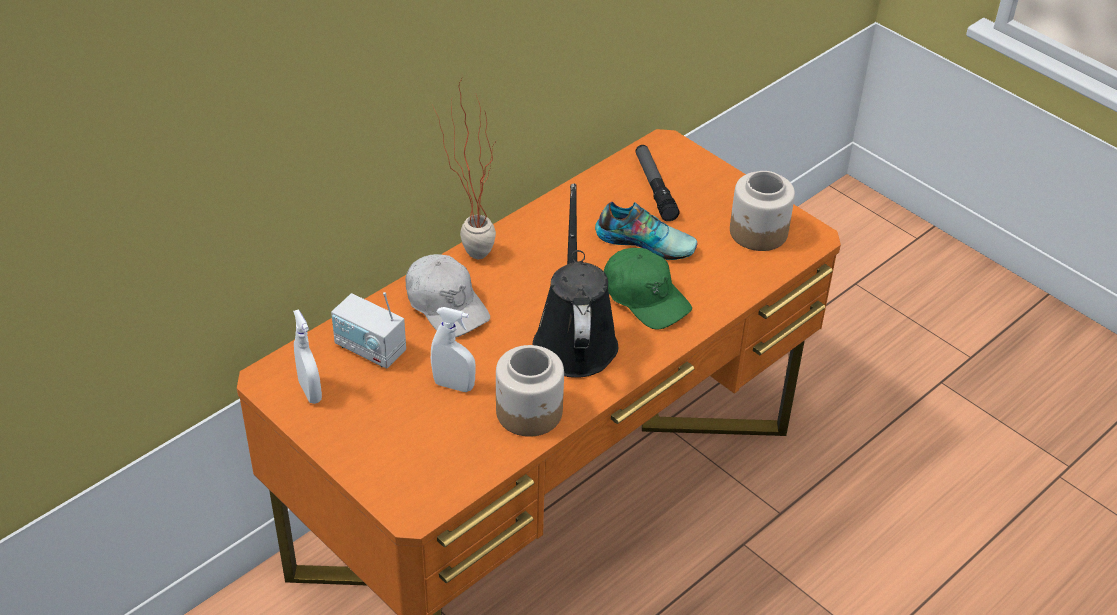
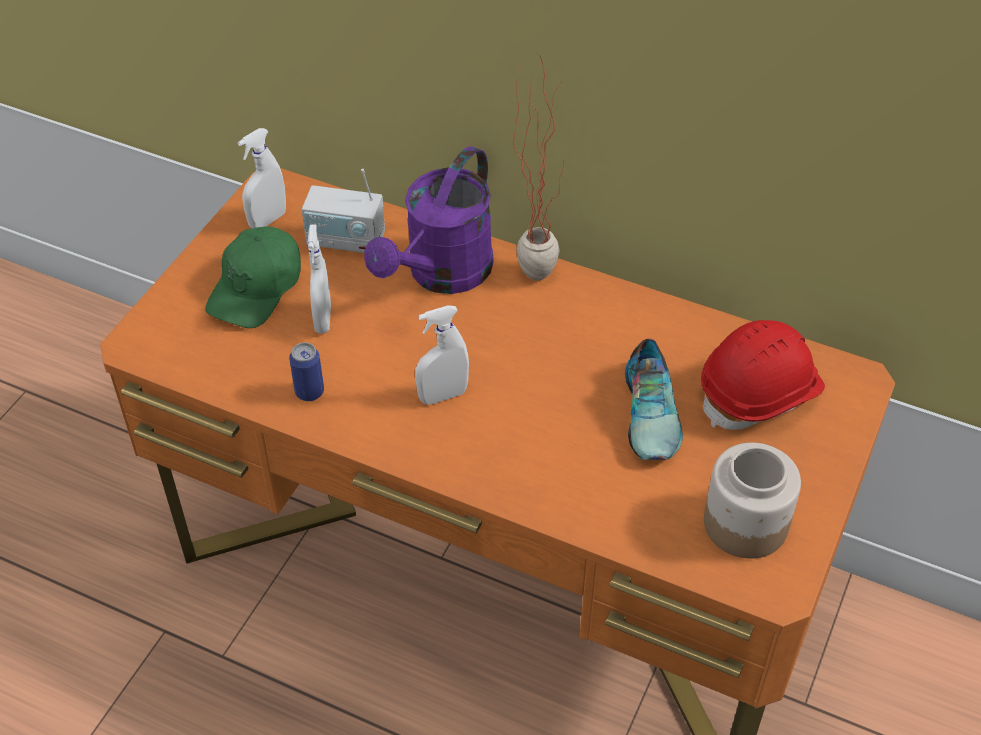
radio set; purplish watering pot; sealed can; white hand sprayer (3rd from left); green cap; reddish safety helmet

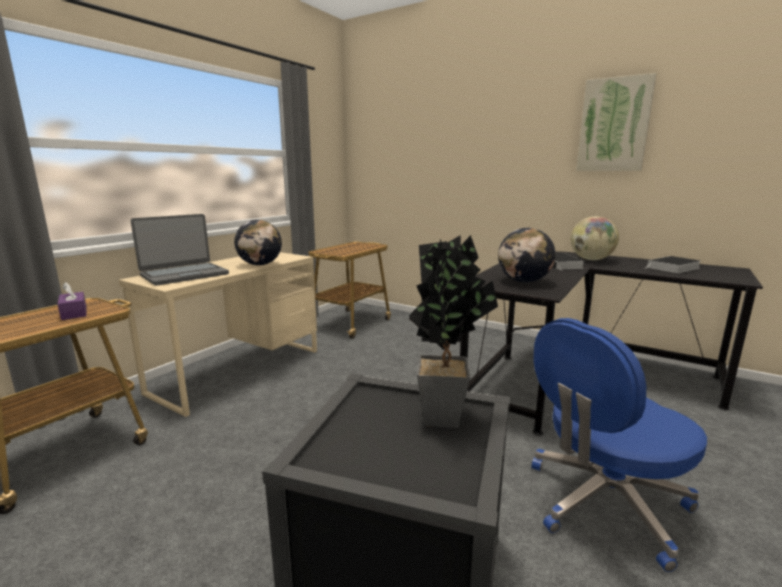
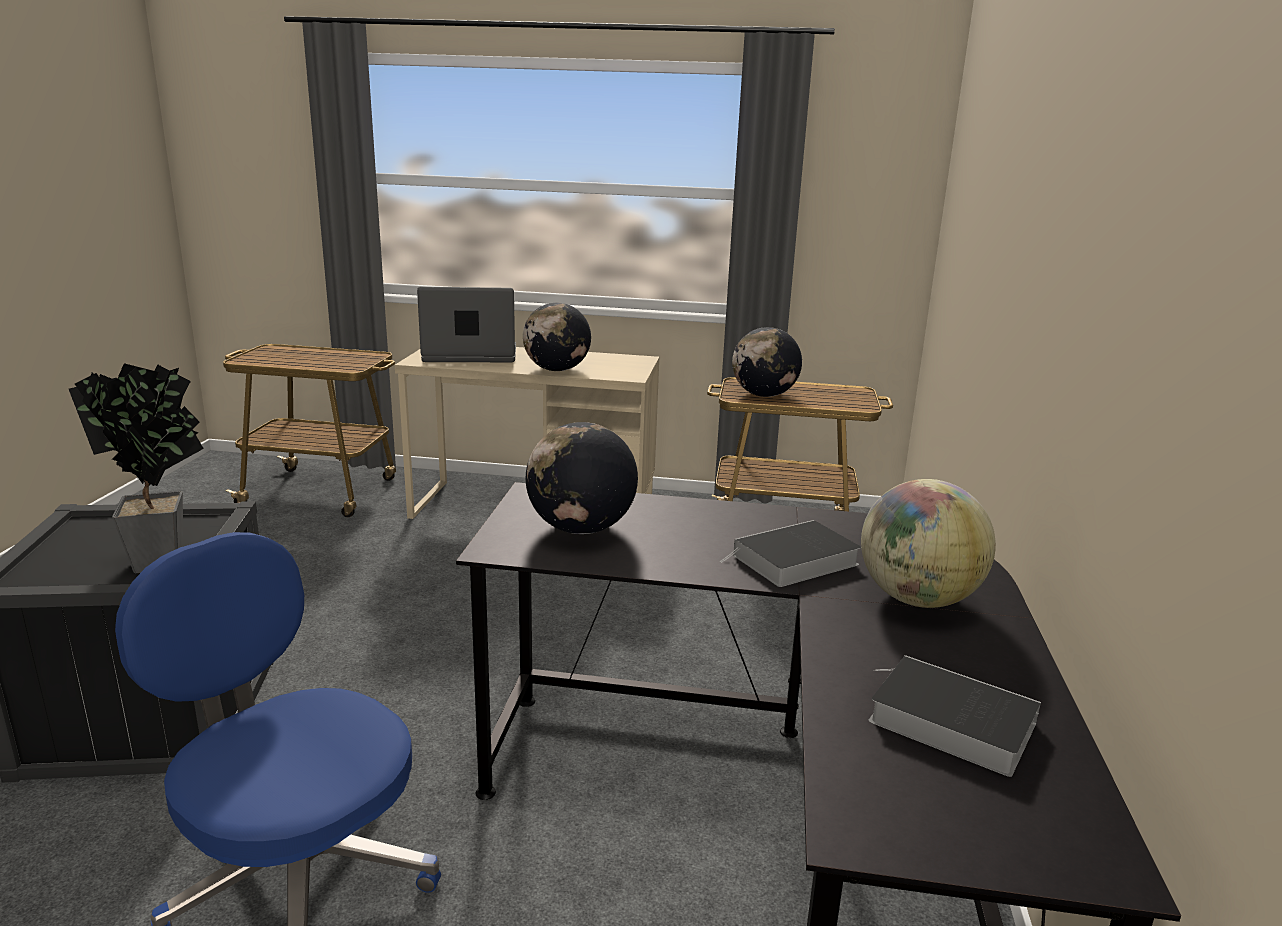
purplish tissue box; laptop; wall art; desk globe (3rd from left)

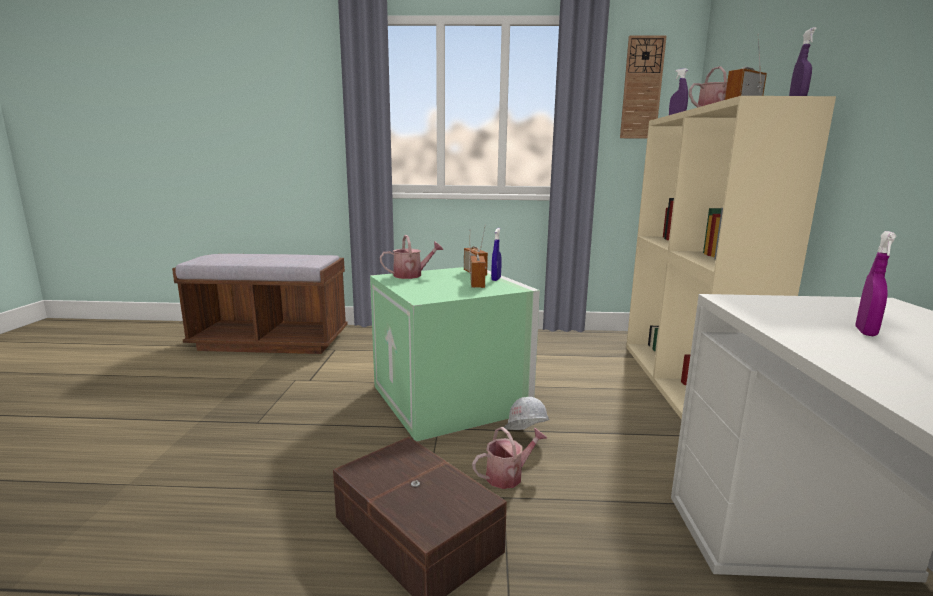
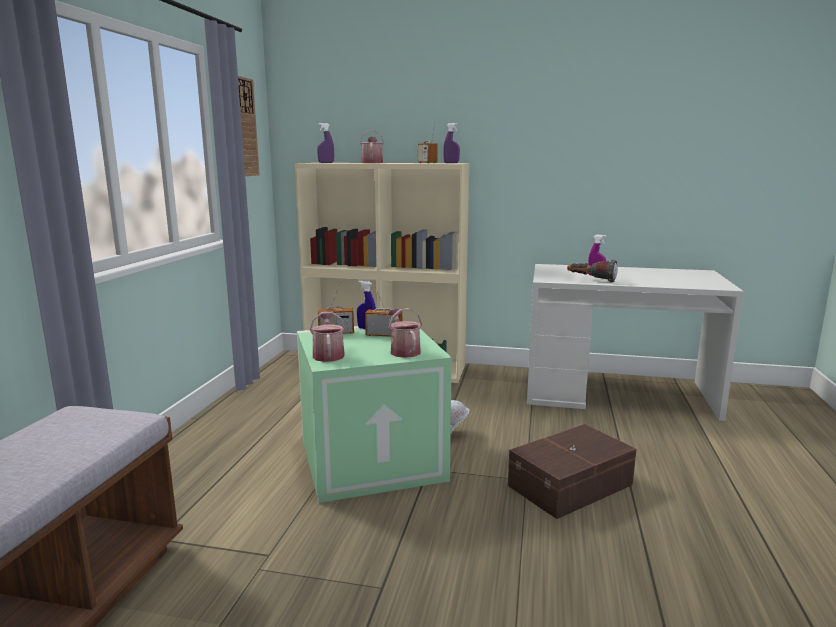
watering pot (3rd from left); hand torch

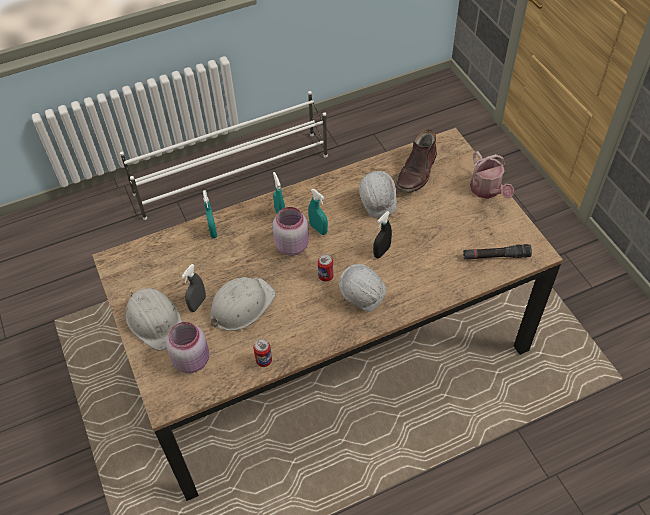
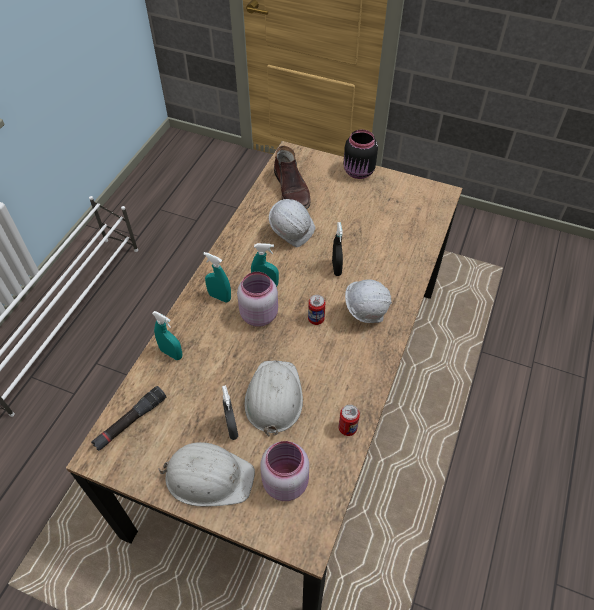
black hand torch; black storage jar

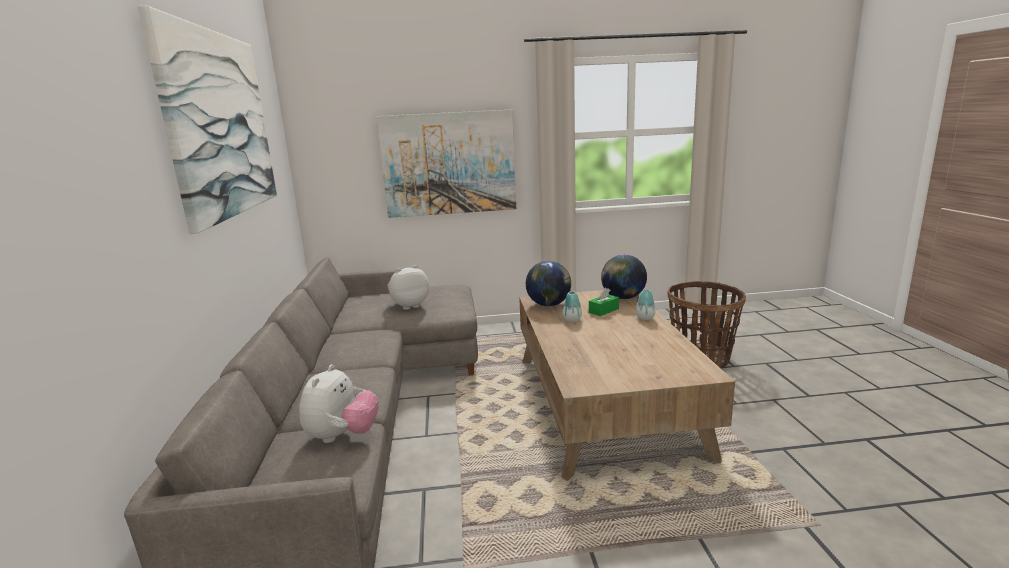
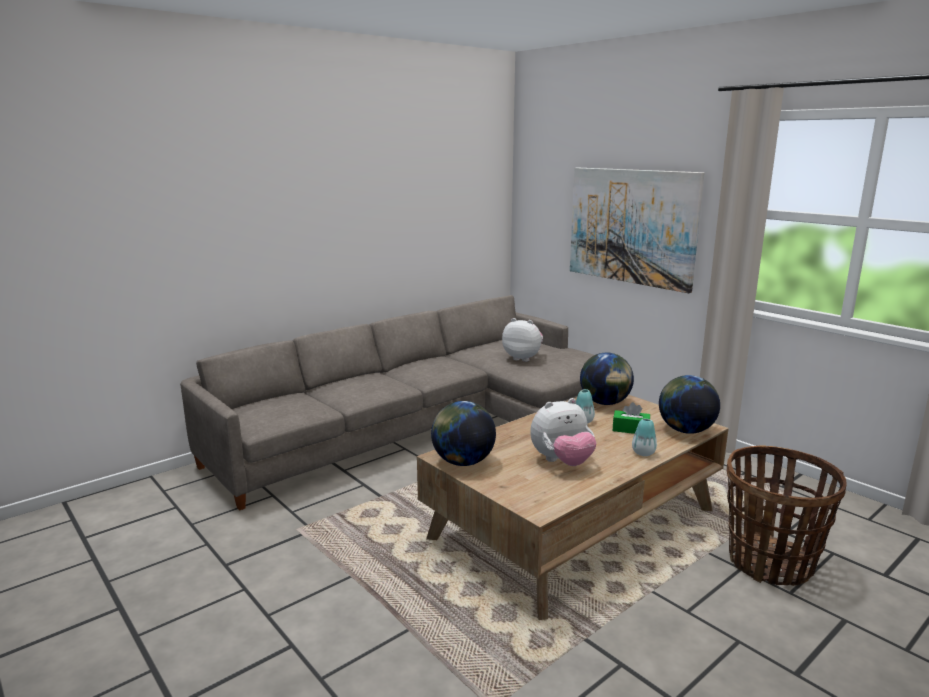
wall art (1st from left in the first image); plush toy (2nd from left); desk globe (1st from left)

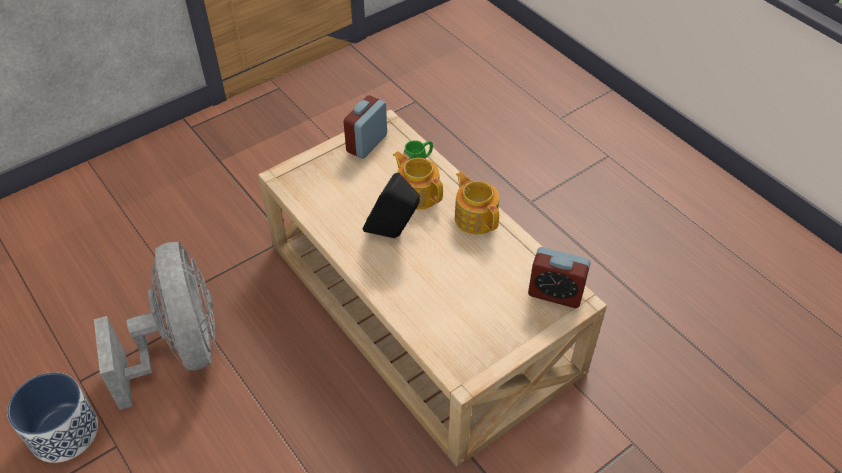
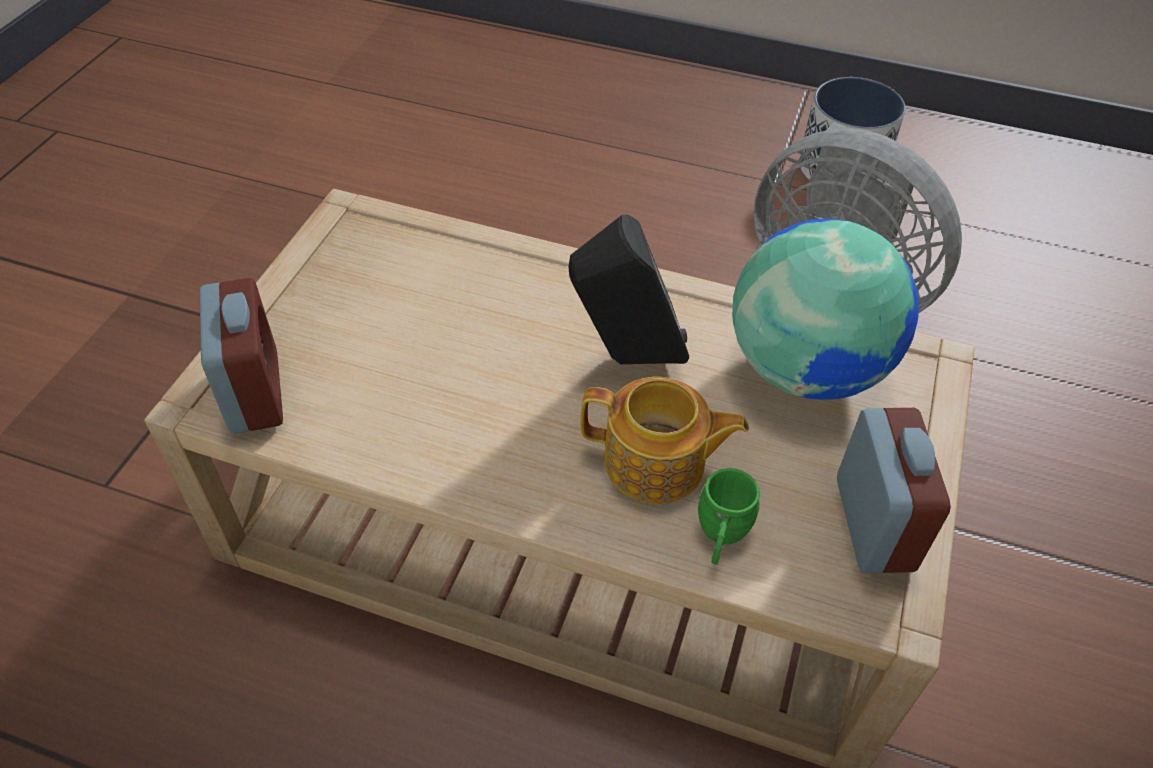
pot for tea (2nd from left in the first image); table clock (1st from left); desk globe

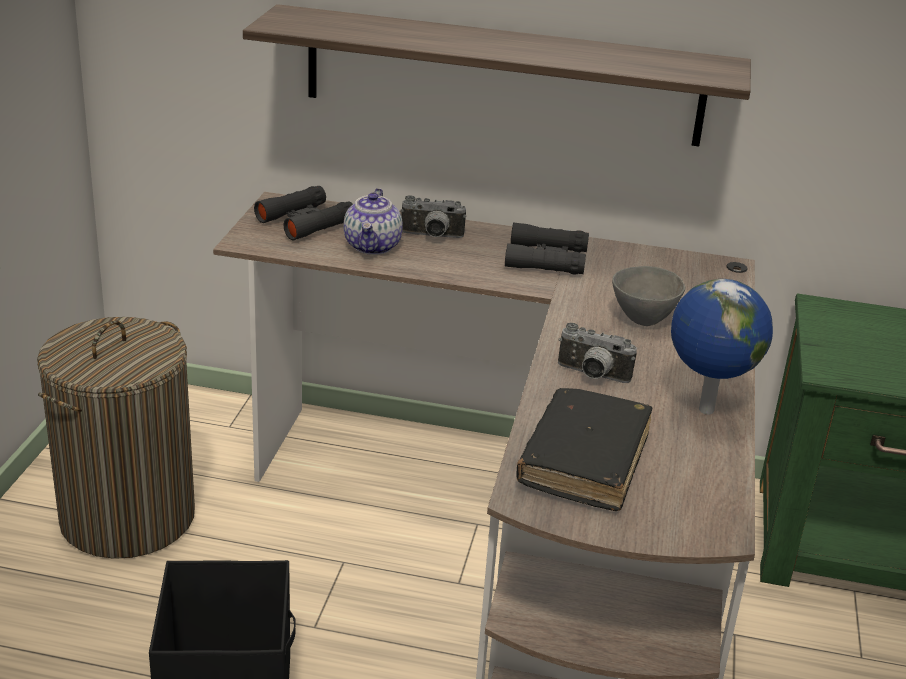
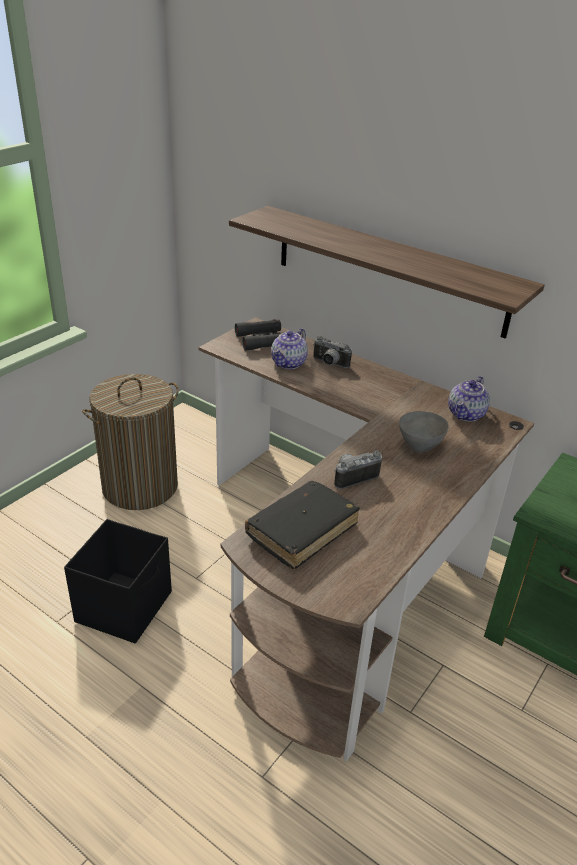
black field glasses (2nd from left in the first image); photo camera (2nd from left); desk globe; pot for tea (2nd from left)

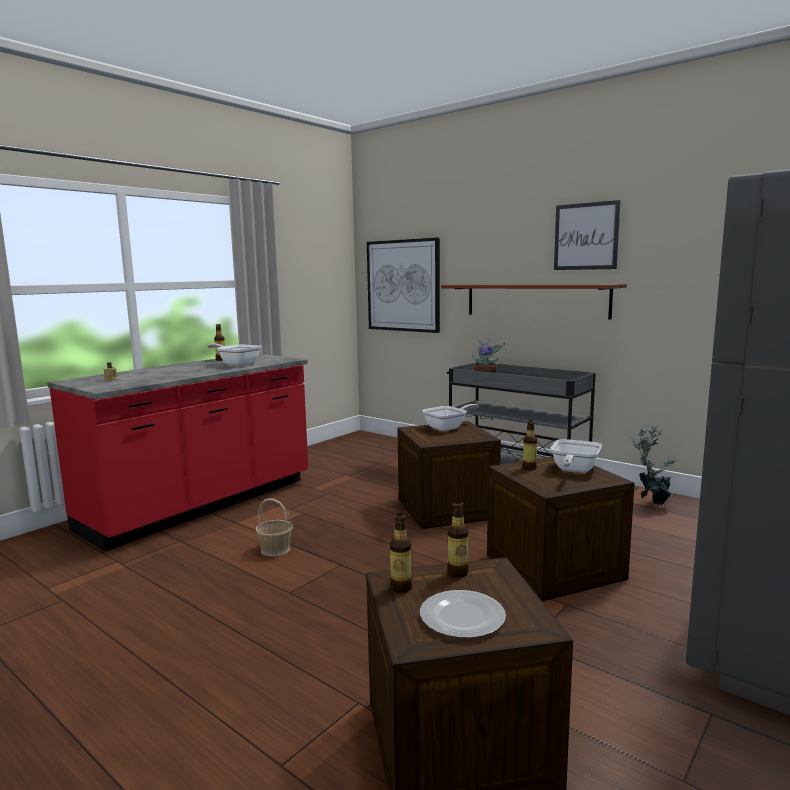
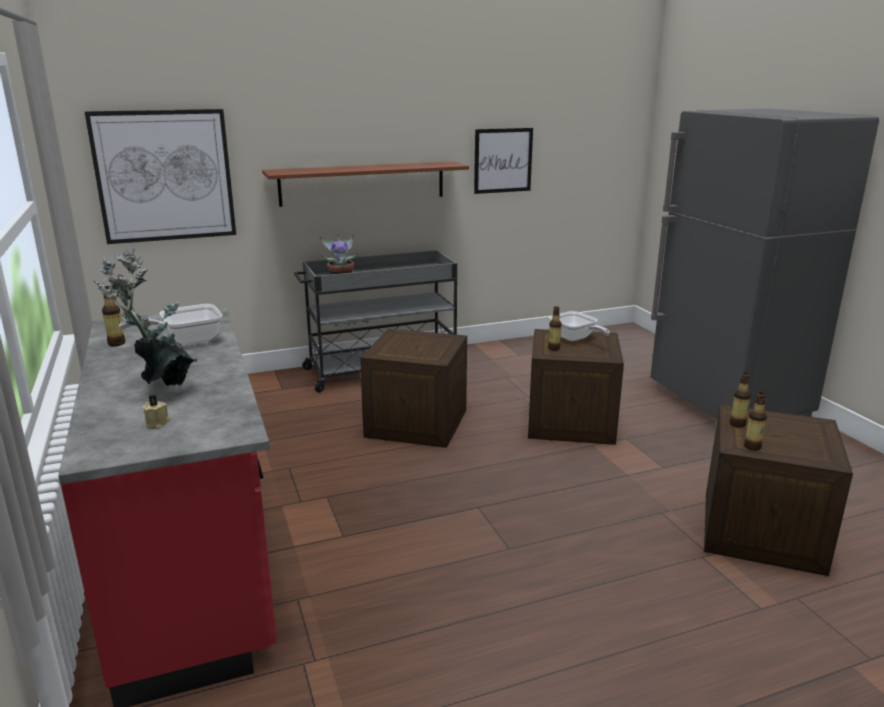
storage basket; flat dish; skillet (2nd from left in the first image); wall art (2nd from left); plant in a pot (1st from left)

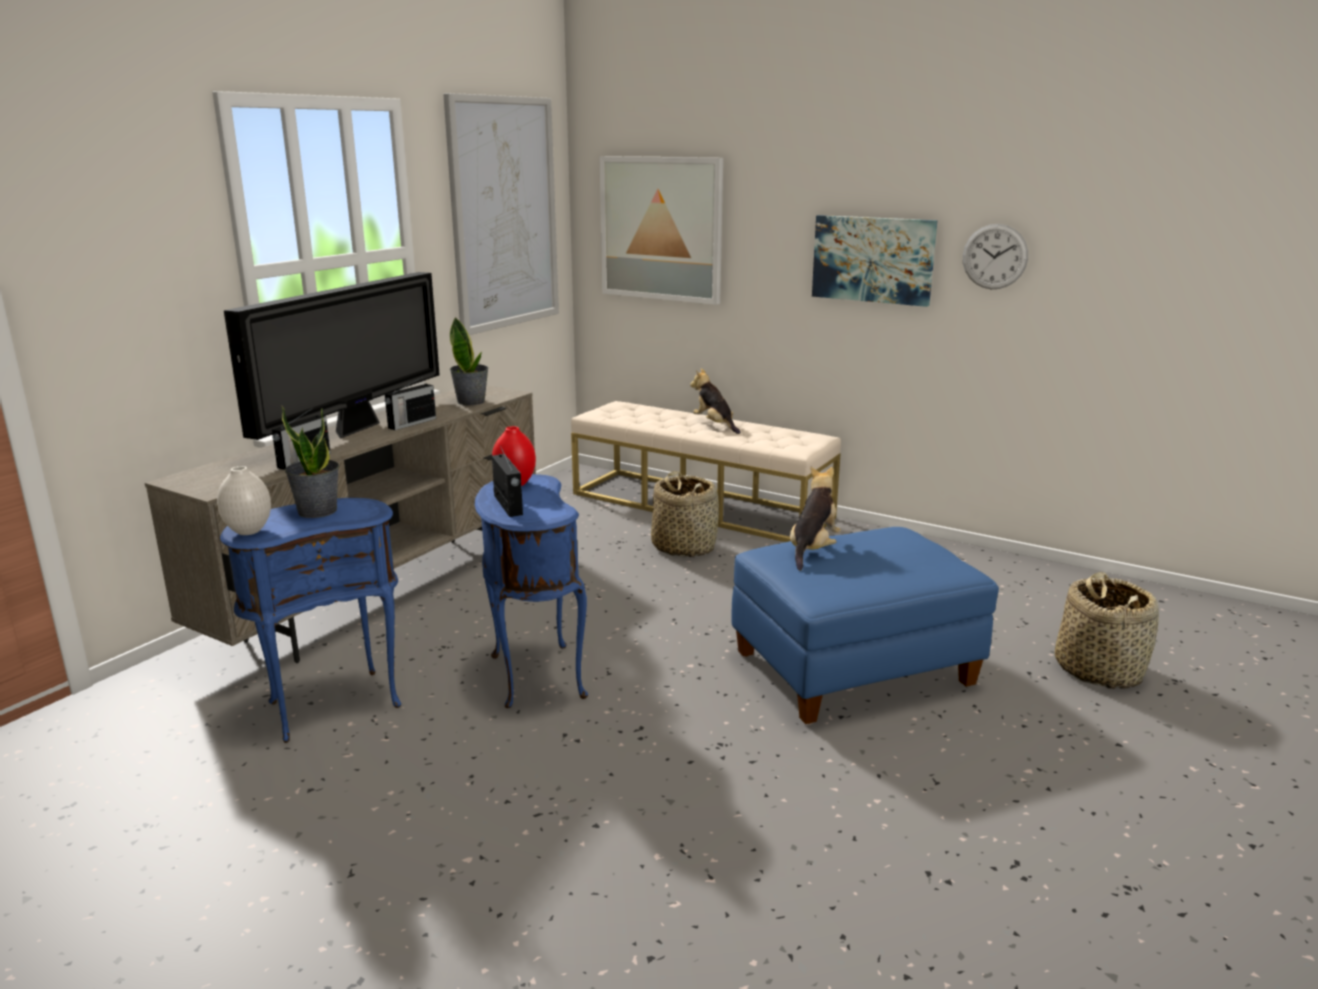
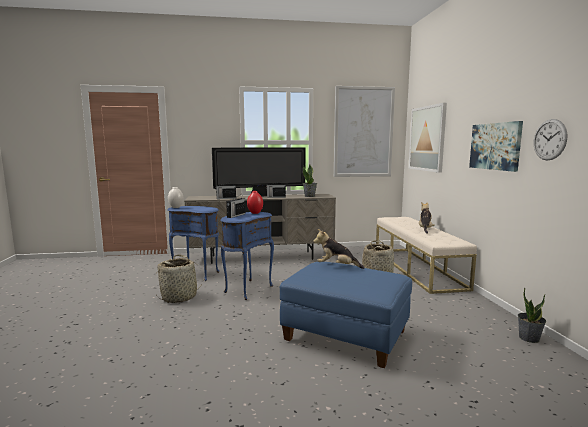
plant in a pot (2nd from left); plush toy (1st from left); storage basket (1st from left)

